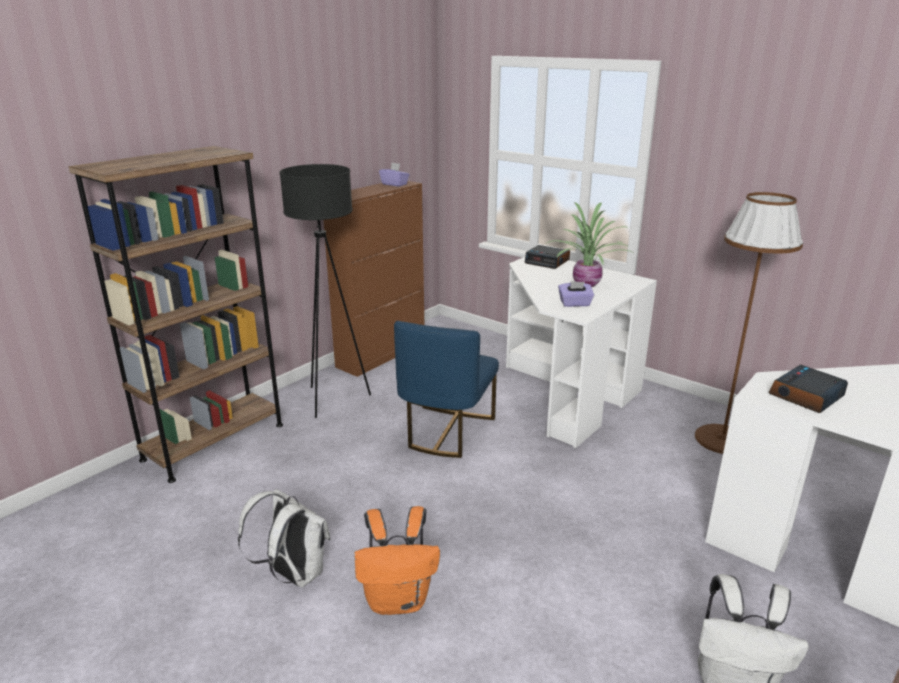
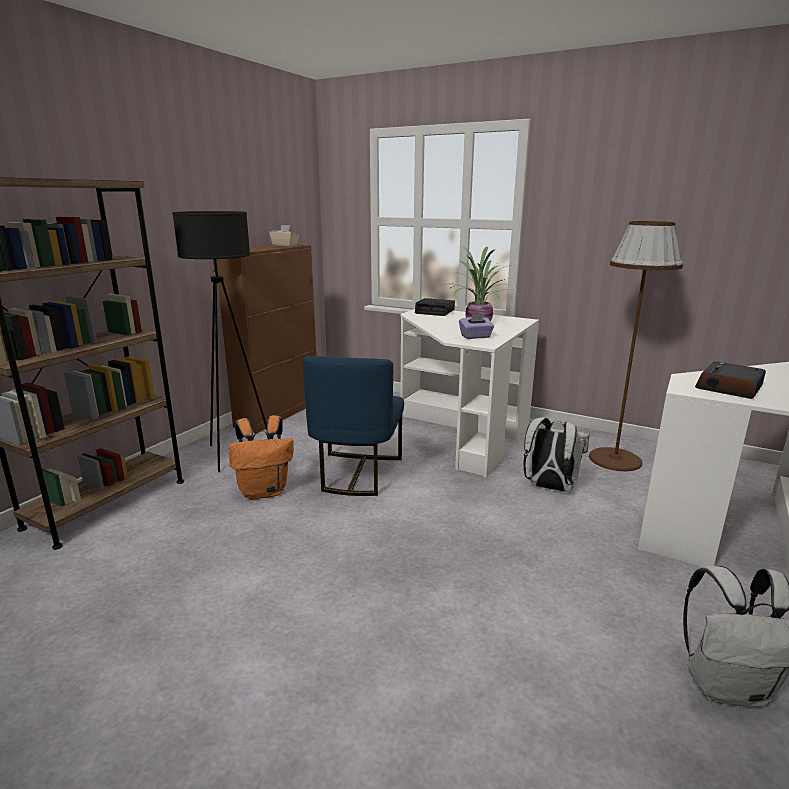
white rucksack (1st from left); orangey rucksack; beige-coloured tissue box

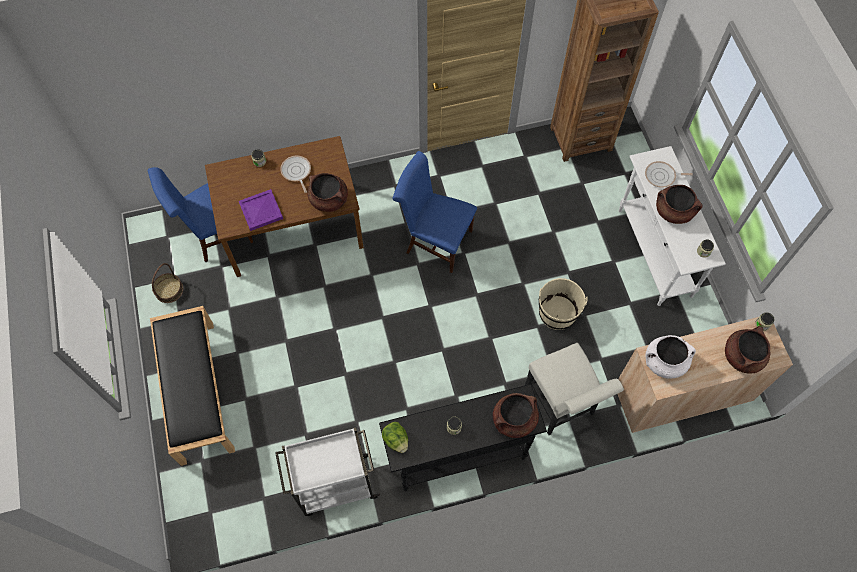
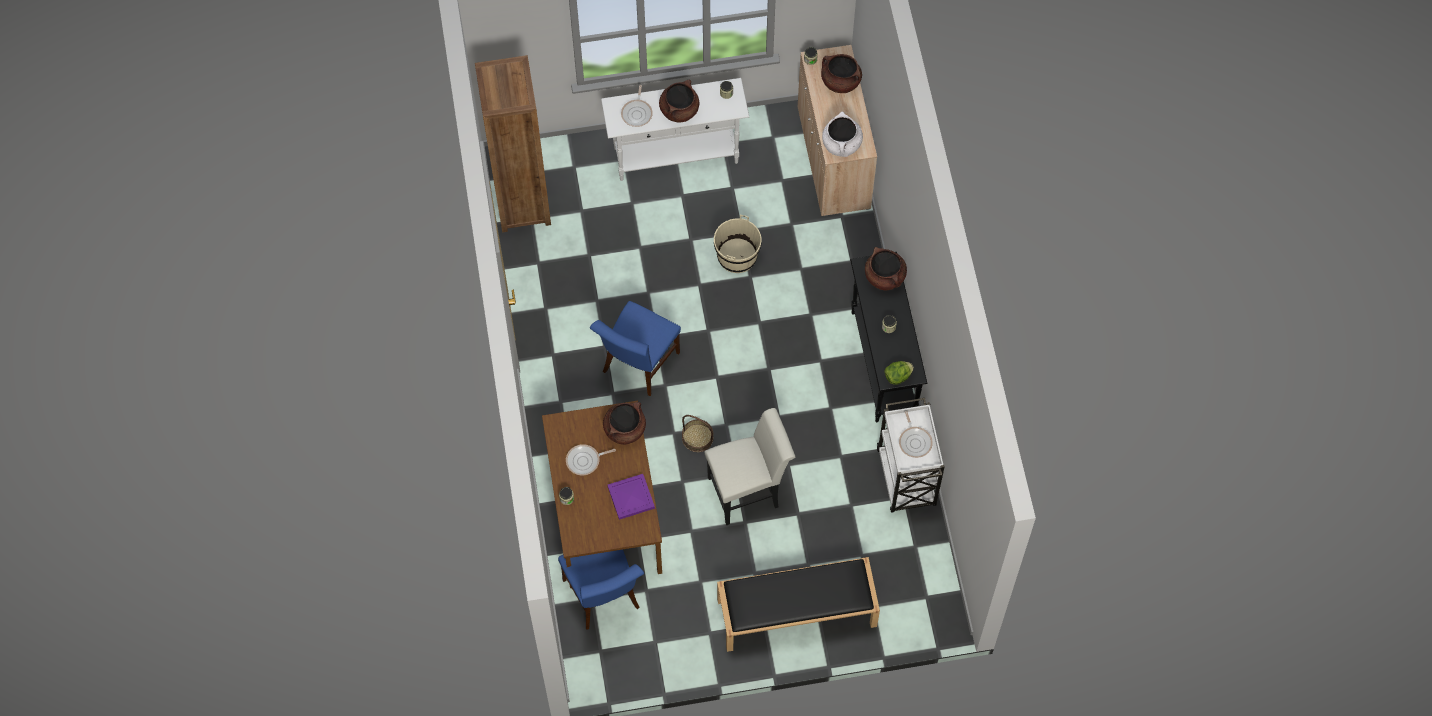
storage basket; white upright chair; skillet (3rd from left)

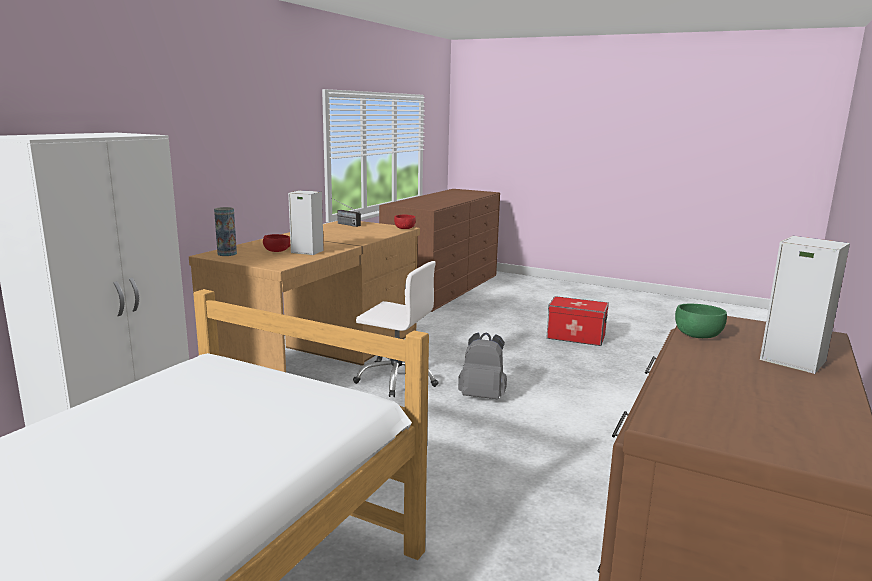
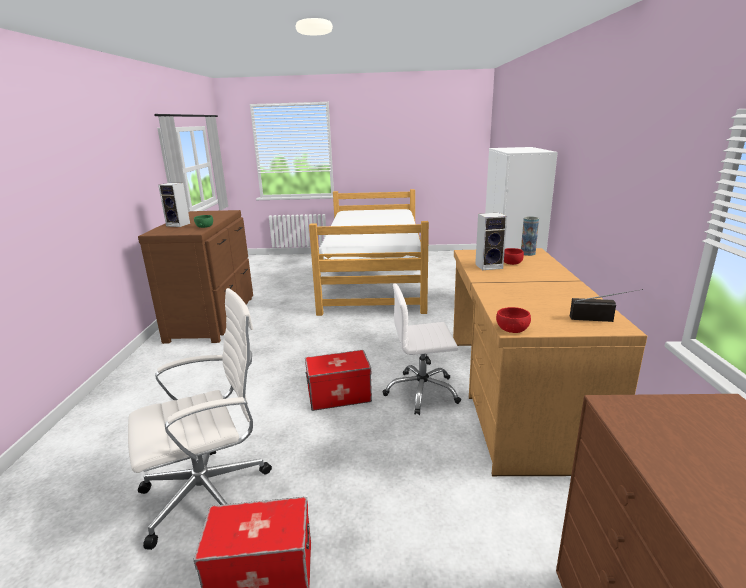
storage container (2nd from left); white computer chair (1st from left)

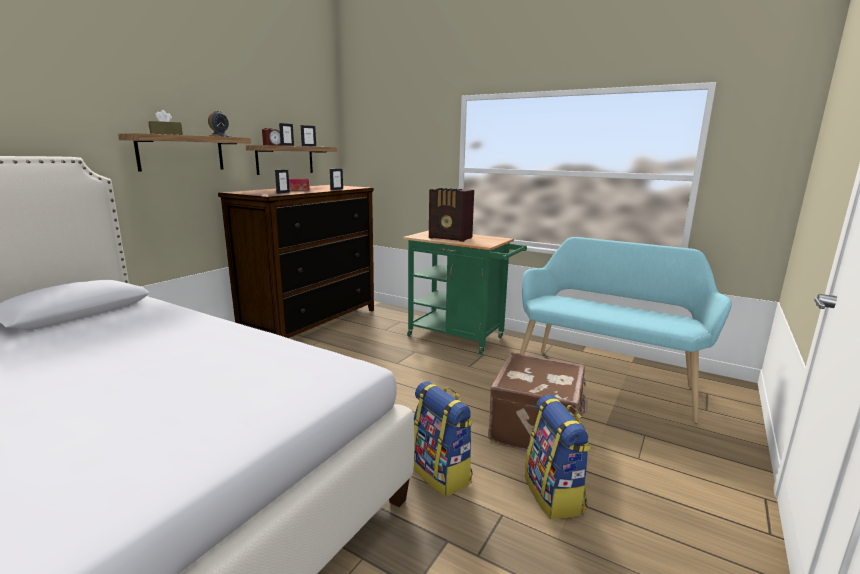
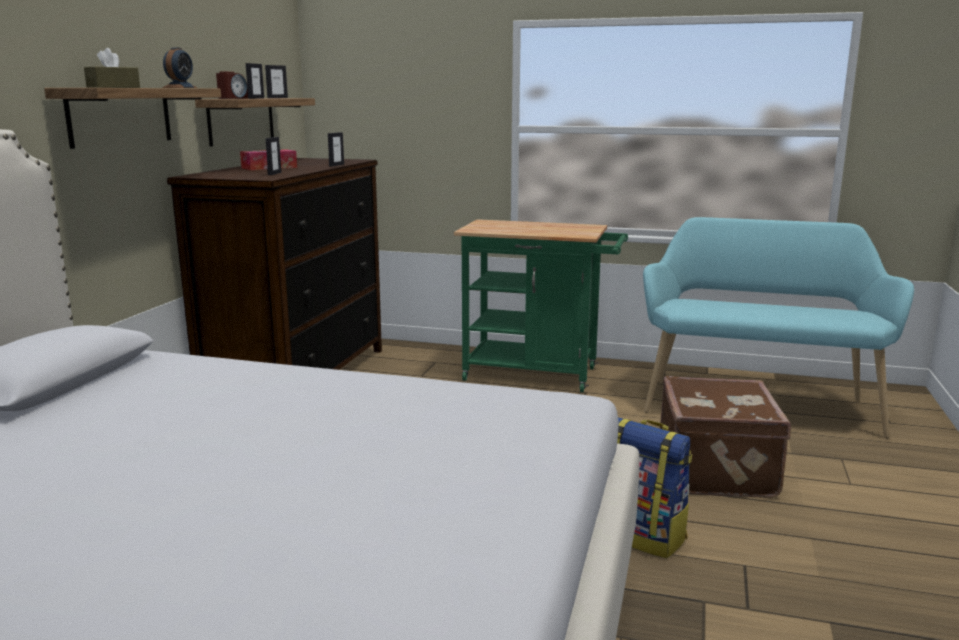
radio set; rucksack (2nd from left in the first image)

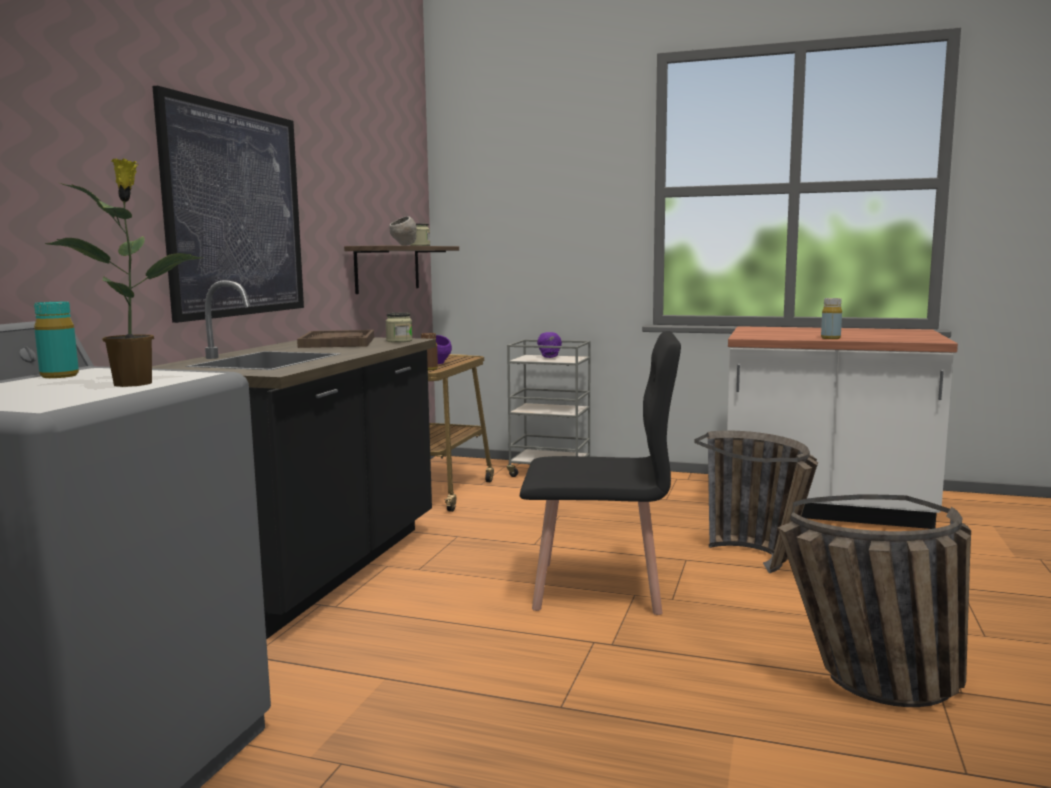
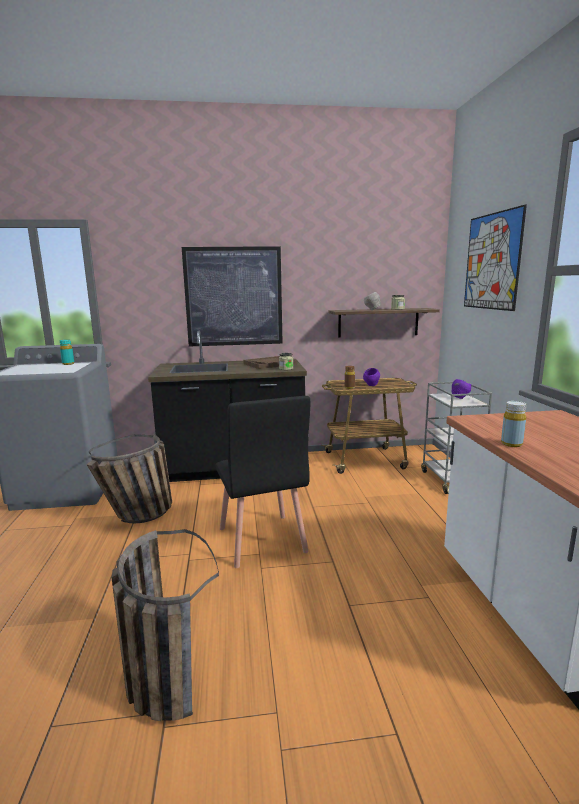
plant in a pot; storage basket (1st from left); wall art (2nd from left)

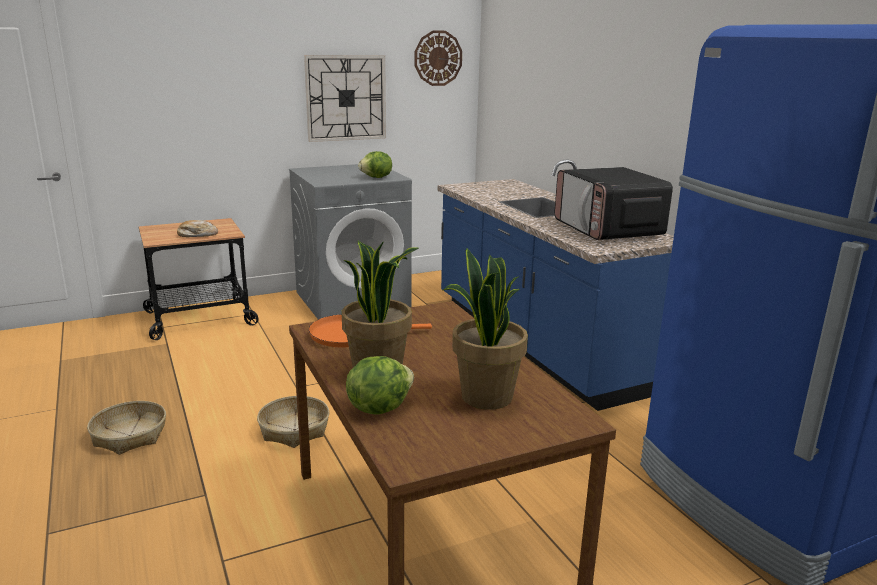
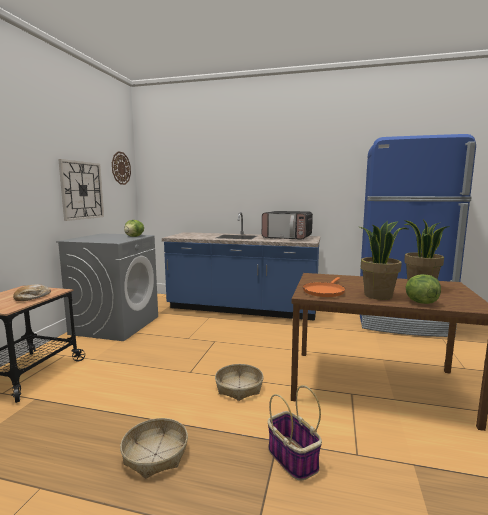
storage basket (3rd from left)

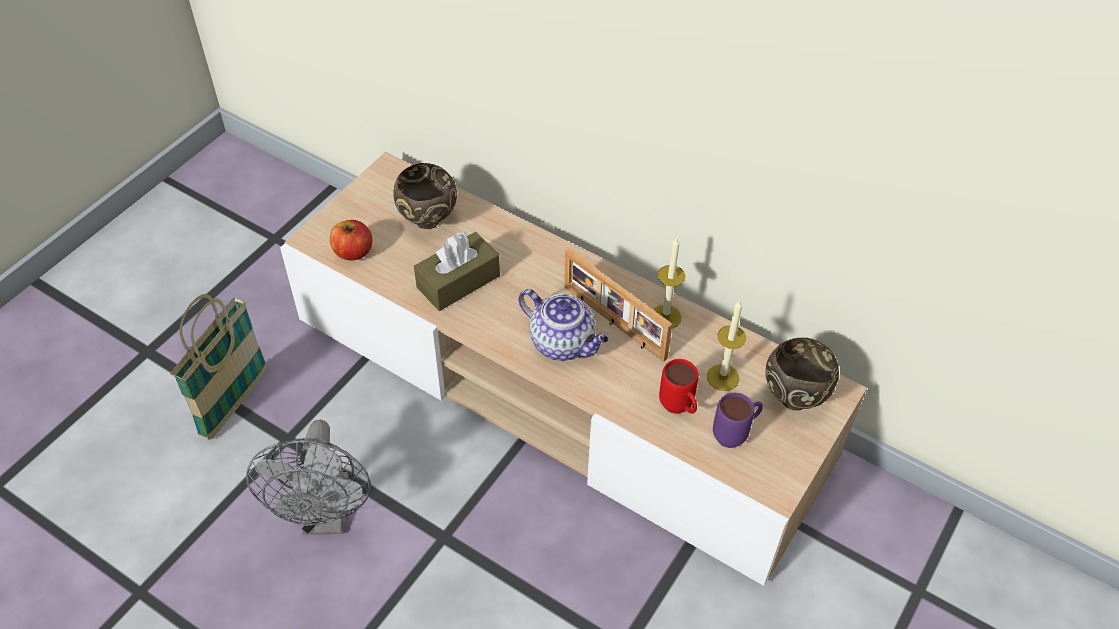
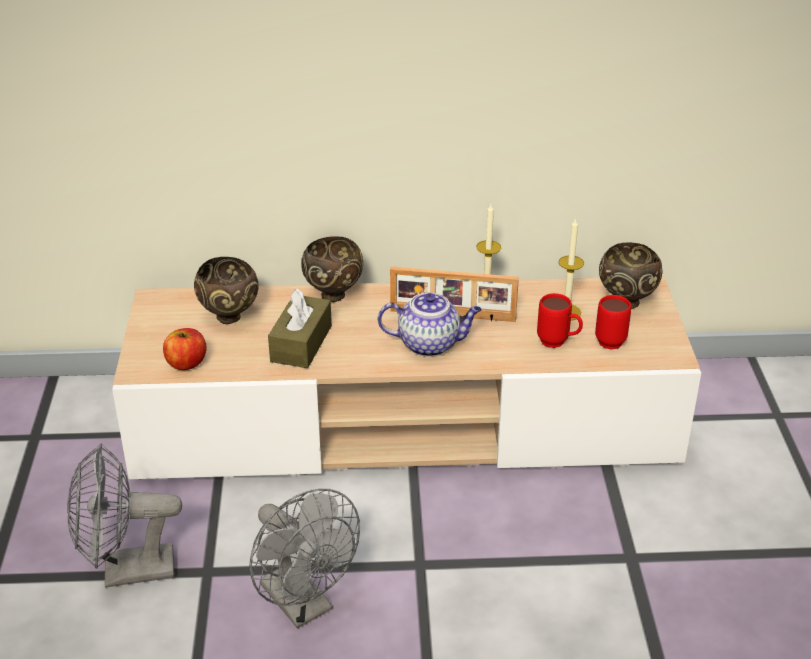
gray electric fan (1st from left); reddish mug (2nd from left); brownish bowl (2nd from left)

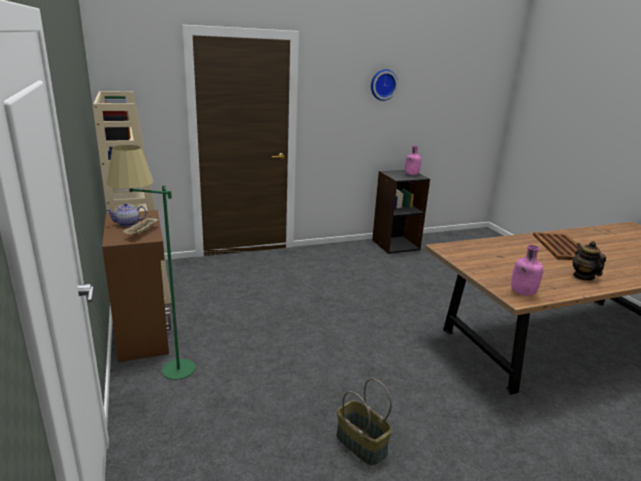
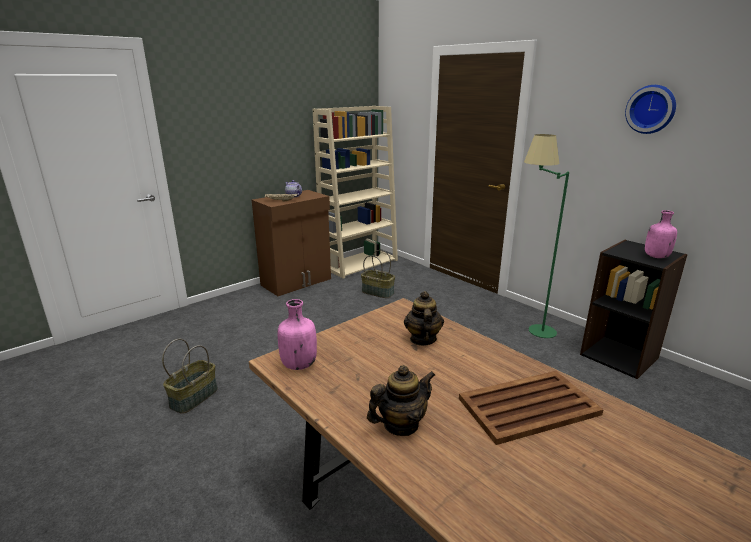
green standard lamp; storage basket (2nd from left); pot for tea (3rd from left)

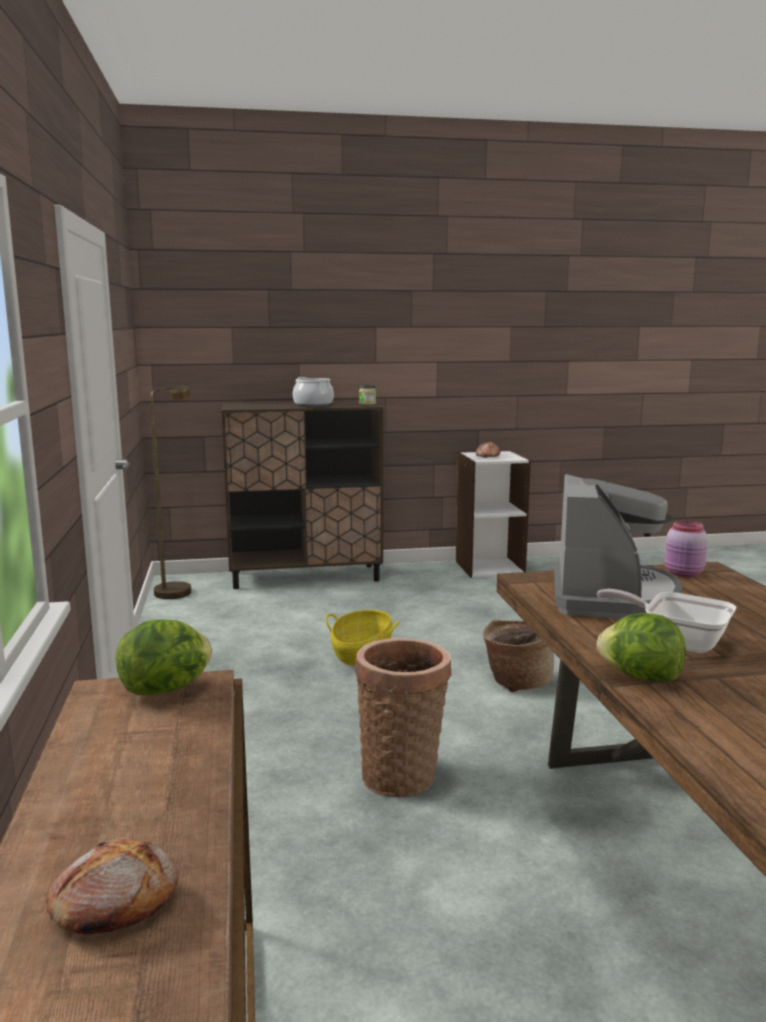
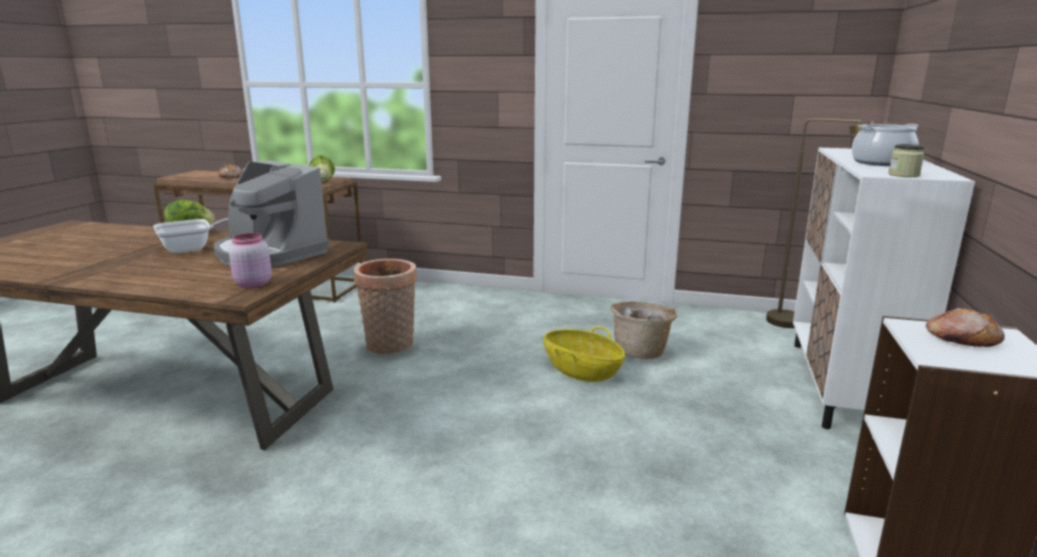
white storage cabinet; storage basket (3rd from left)

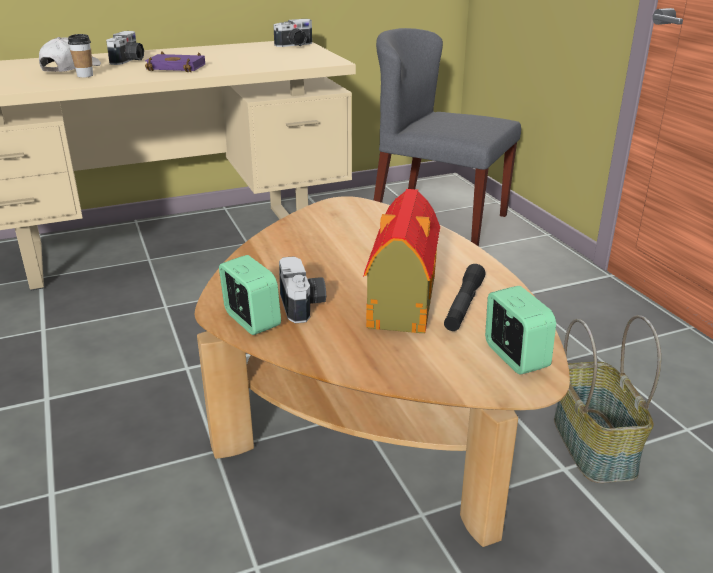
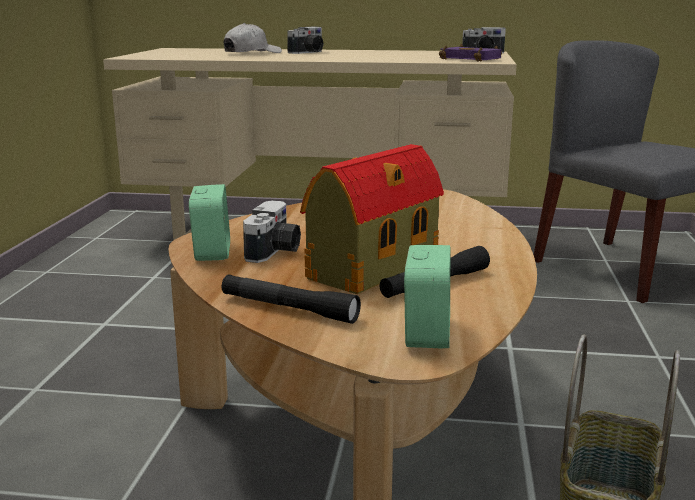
small cup; purplish bound book; black hand torch (1st from left)

